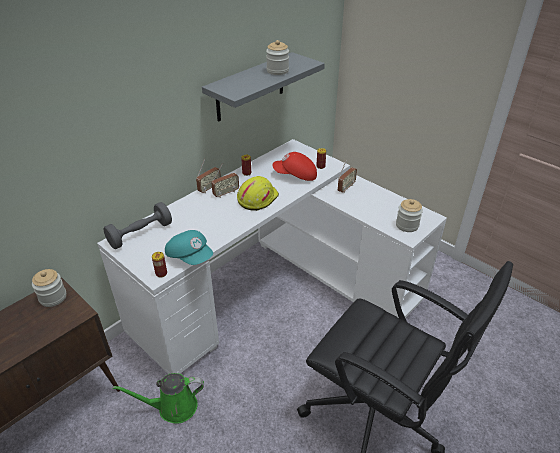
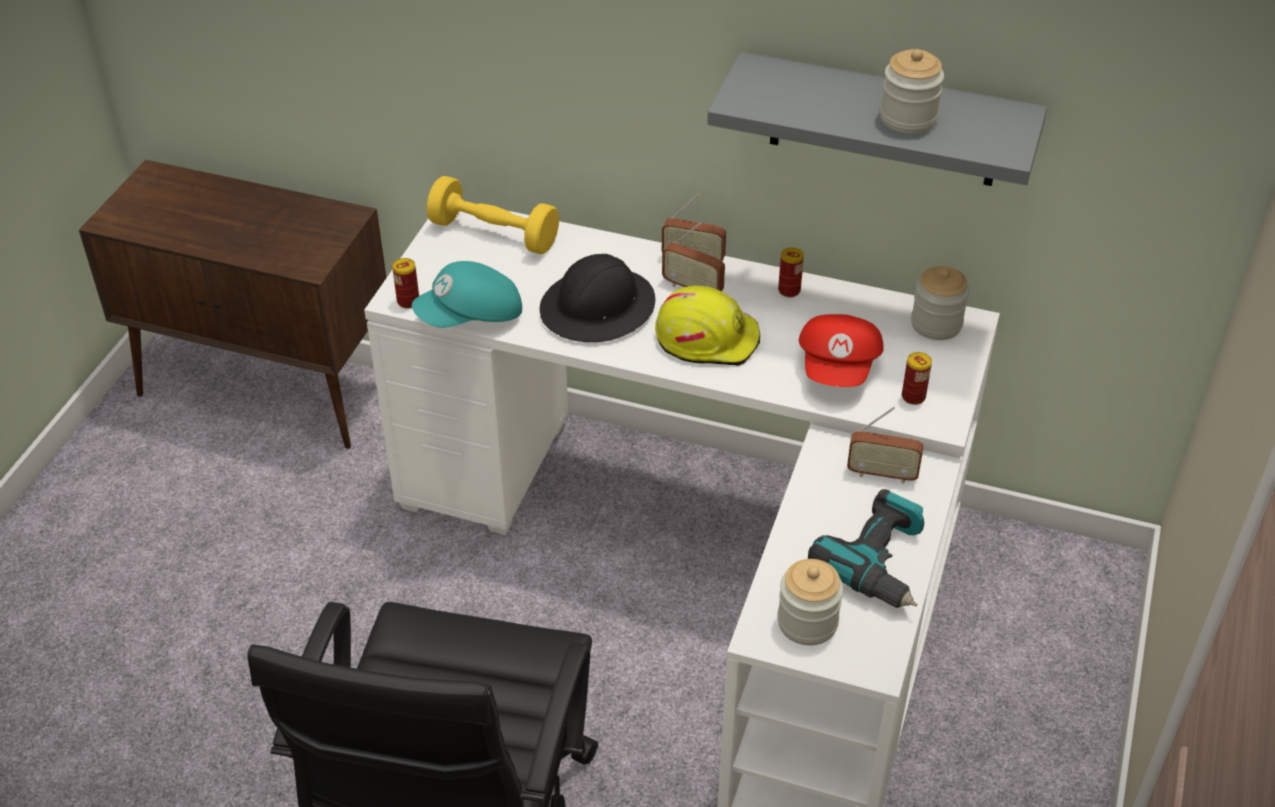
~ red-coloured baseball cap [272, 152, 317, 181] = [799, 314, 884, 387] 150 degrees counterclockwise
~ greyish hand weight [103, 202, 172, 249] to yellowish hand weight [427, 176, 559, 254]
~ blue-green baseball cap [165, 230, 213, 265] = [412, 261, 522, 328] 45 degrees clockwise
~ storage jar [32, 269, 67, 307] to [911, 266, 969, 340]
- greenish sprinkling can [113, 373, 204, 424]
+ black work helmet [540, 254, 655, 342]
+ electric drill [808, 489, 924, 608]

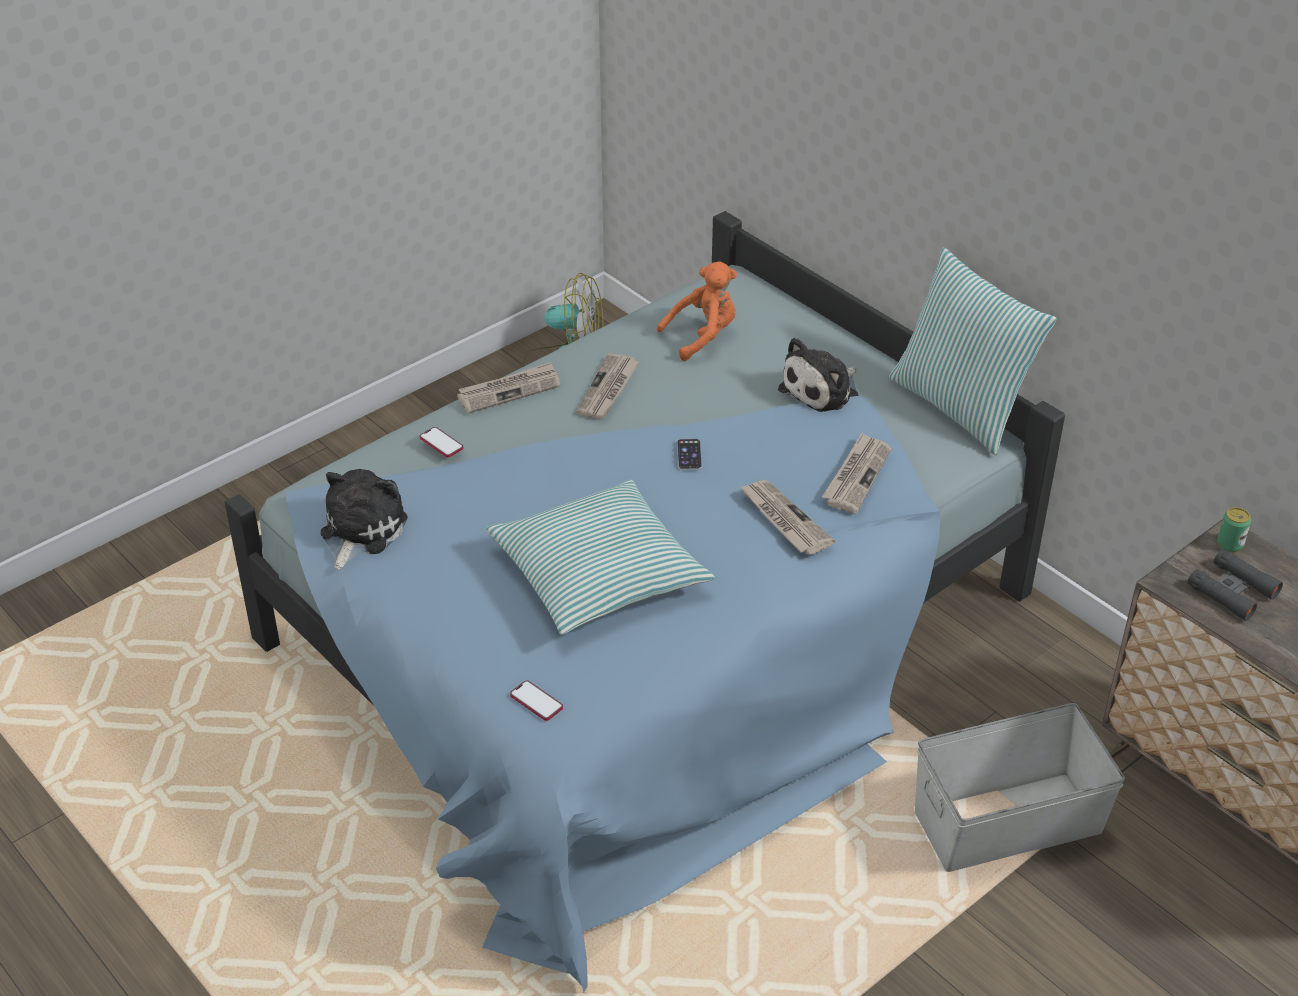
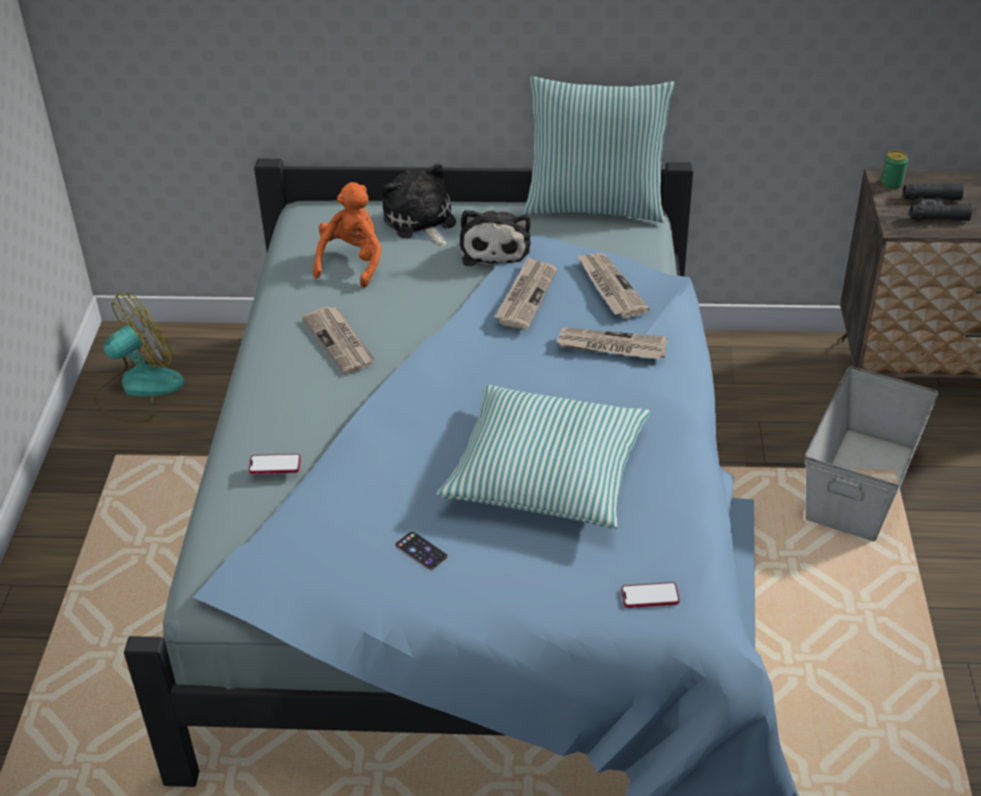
~ newspaper [457, 362, 560, 414] to [494, 257, 557, 329]
~ handset [677, 439, 702, 470] to [395, 531, 448, 571]
~ plush toy [320, 469, 408, 570] to [382, 164, 456, 247]

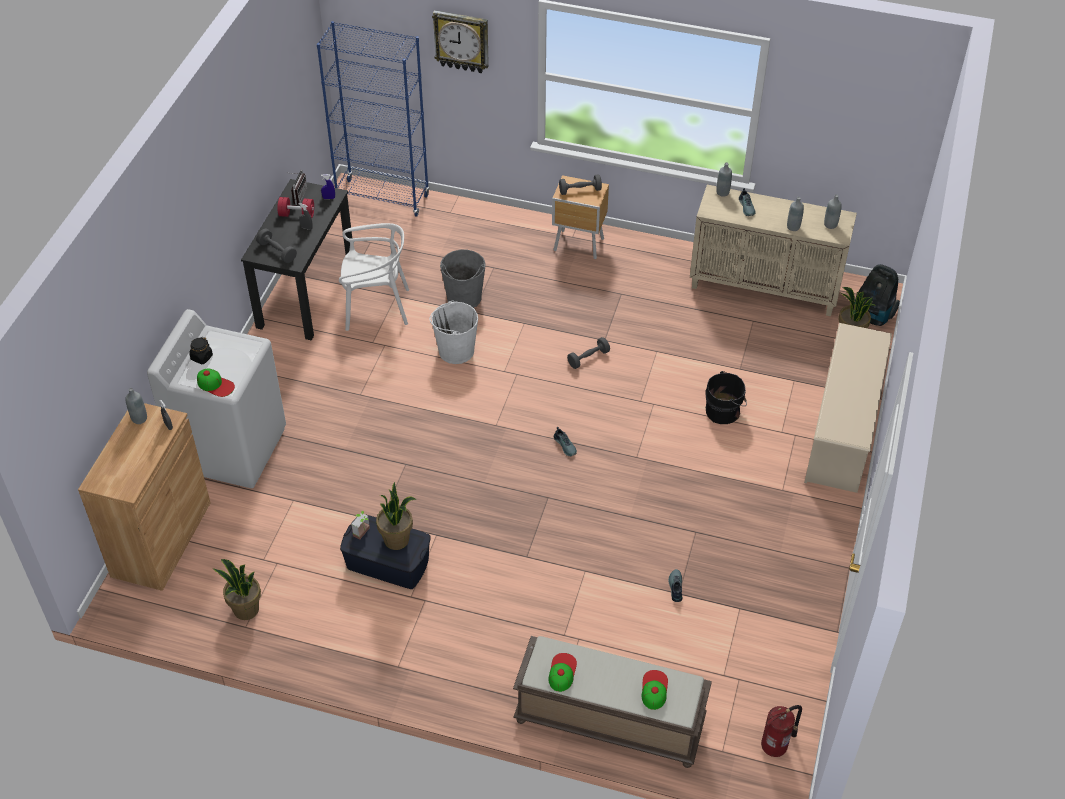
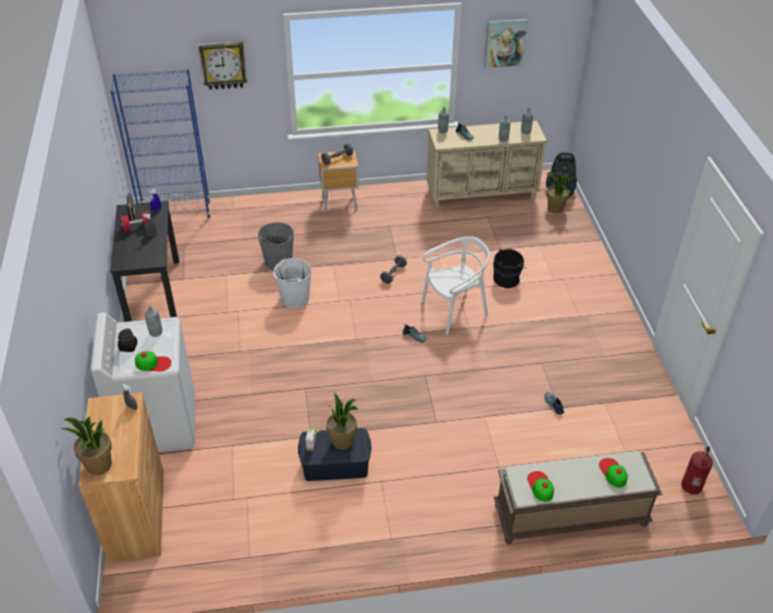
~ white chair [339, 223, 409, 331] to [421, 236, 490, 335]
- greyish hand weight [257, 229, 297, 263]
- beige shoe rack [804, 323, 892, 493]
~ greyish beverage bottle [126, 388, 147, 424] to [145, 305, 162, 337]
~ potted plant [213, 559, 261, 620] to [60, 416, 112, 475]
+ wall picture [484, 19, 528, 68]

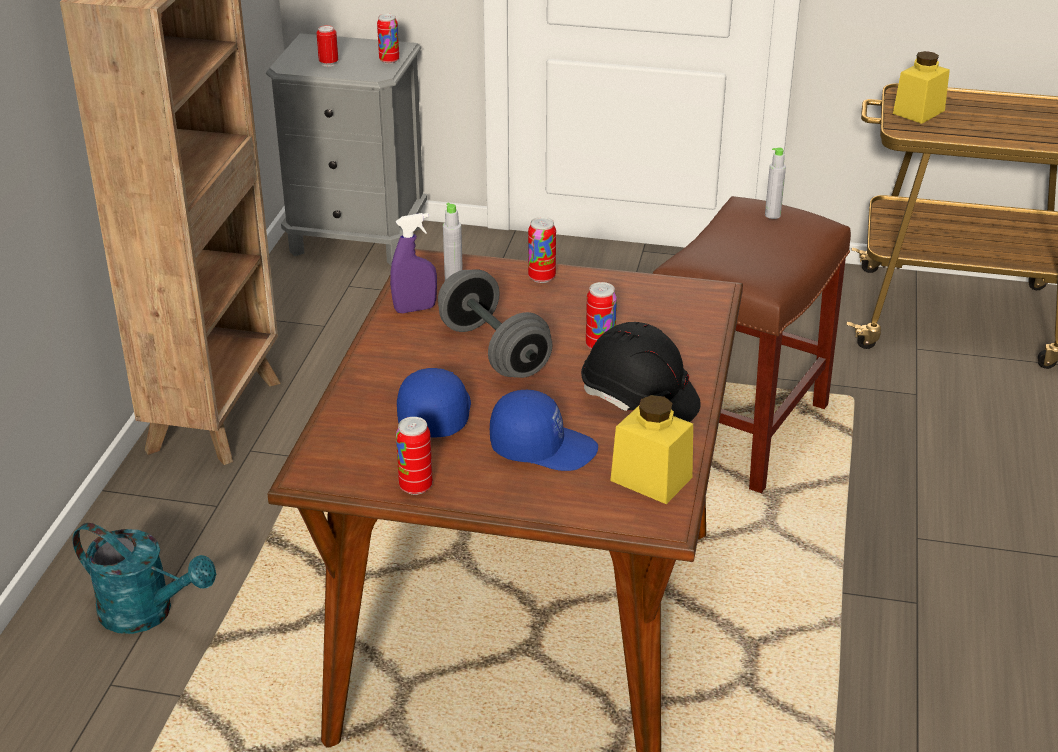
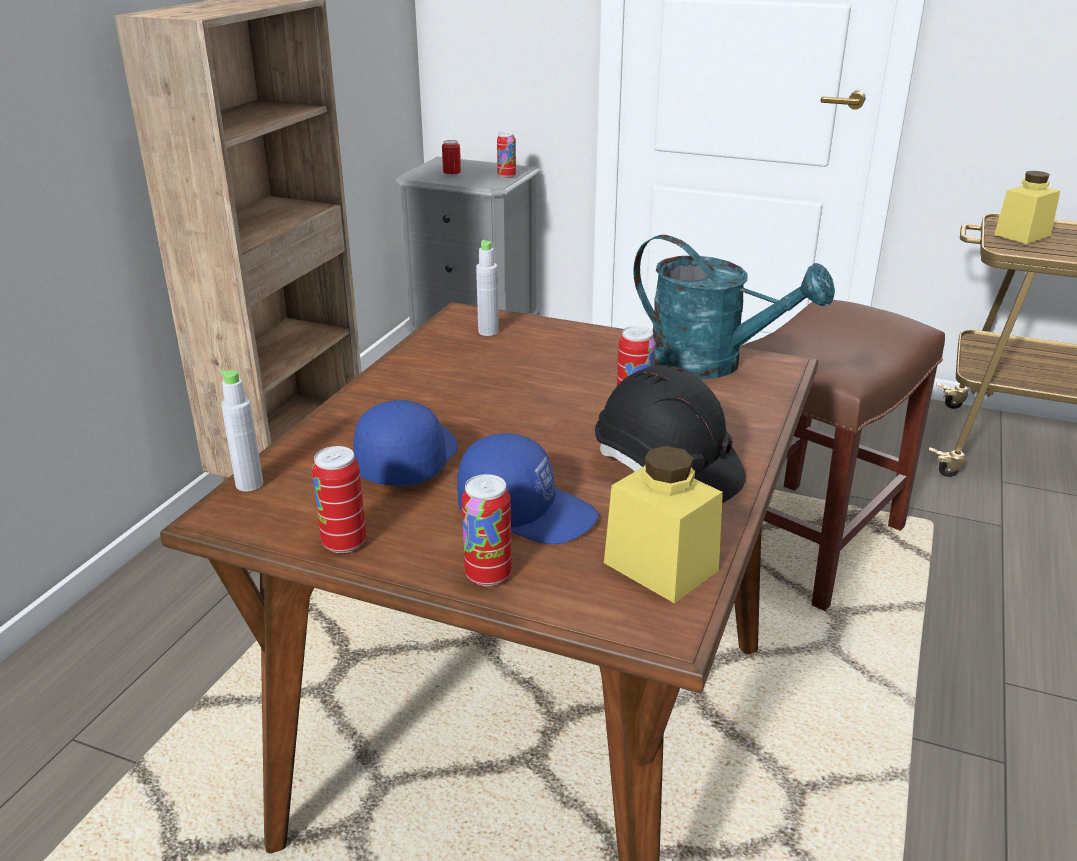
~ greyish beverage bottle [765, 147, 786, 219] to [220, 370, 263, 491]
- purplish sprayer [390, 213, 437, 313]
~ sealed can [528, 217, 556, 283] to [462, 474, 512, 586]
- greyish hand weight [438, 269, 553, 378]
~ blue-green sprinkling can [73, 523, 216, 634] to [633, 235, 835, 379]

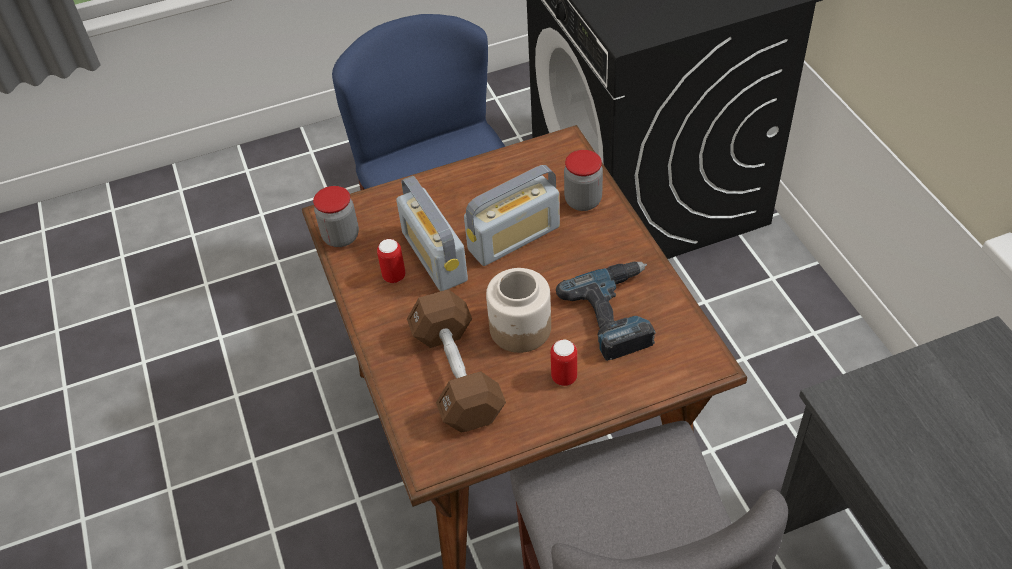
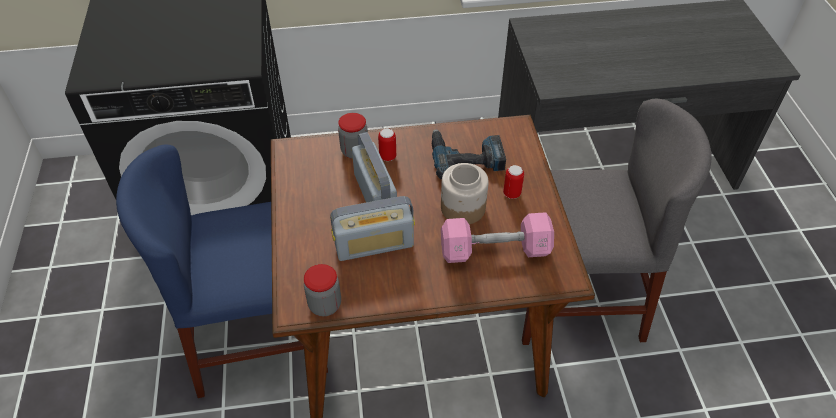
~ sealed can [377, 239, 406, 283] to [378, 129, 396, 161]
~ brown hand weight [407, 289, 506, 432] to pink hand weight [441, 212, 554, 263]

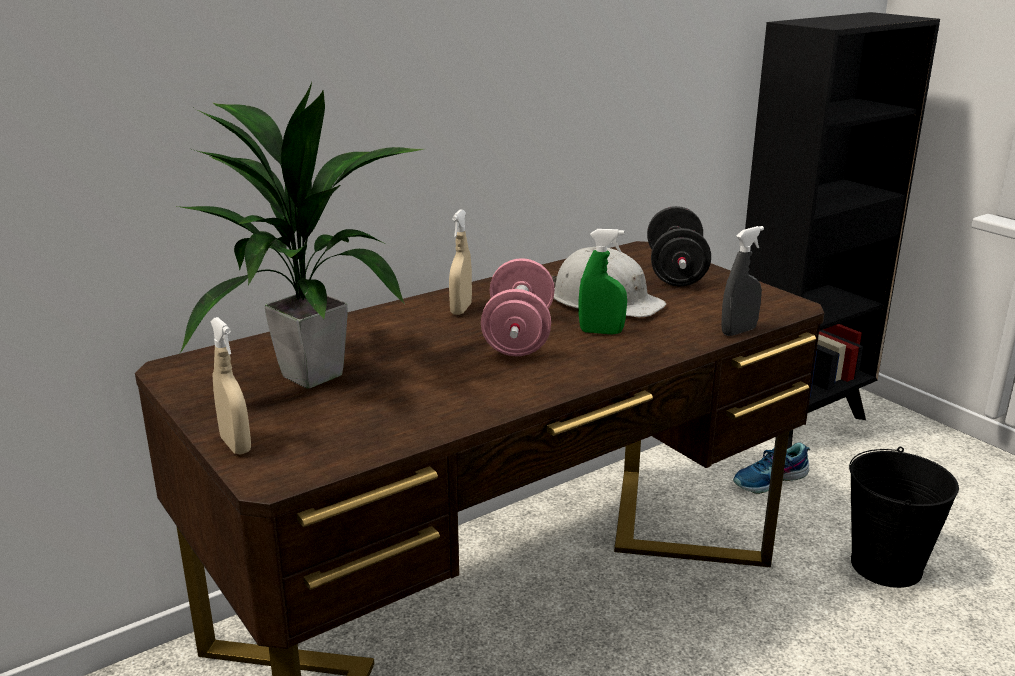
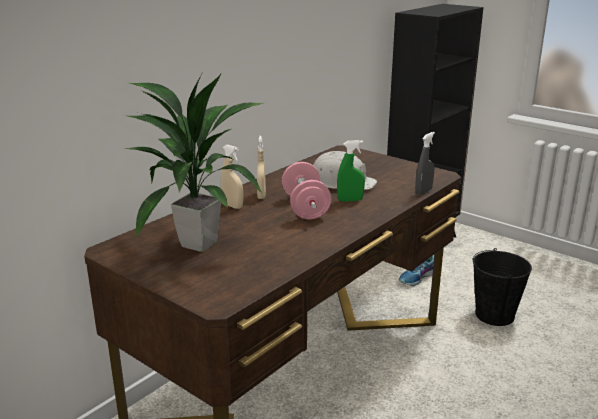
- black hand weight [647, 206, 711, 286]
~ beige sprayer [210, 317, 251, 455] to [221, 145, 243, 209]

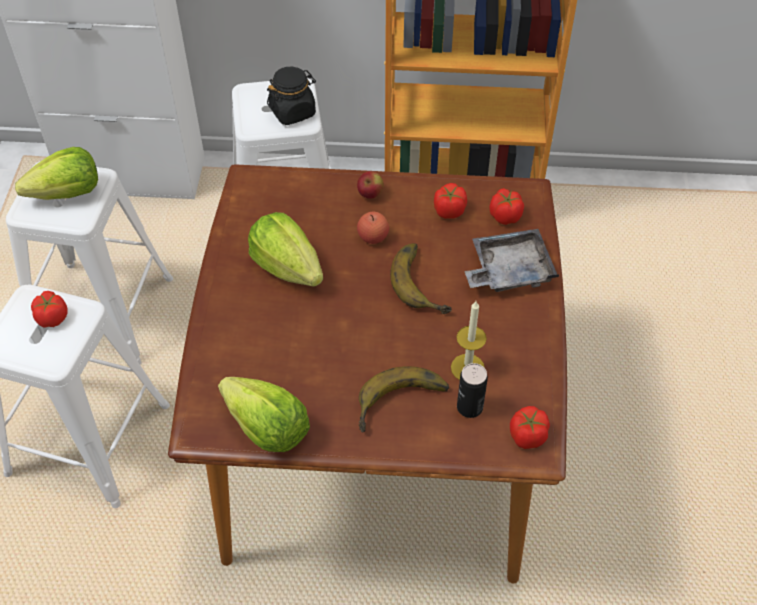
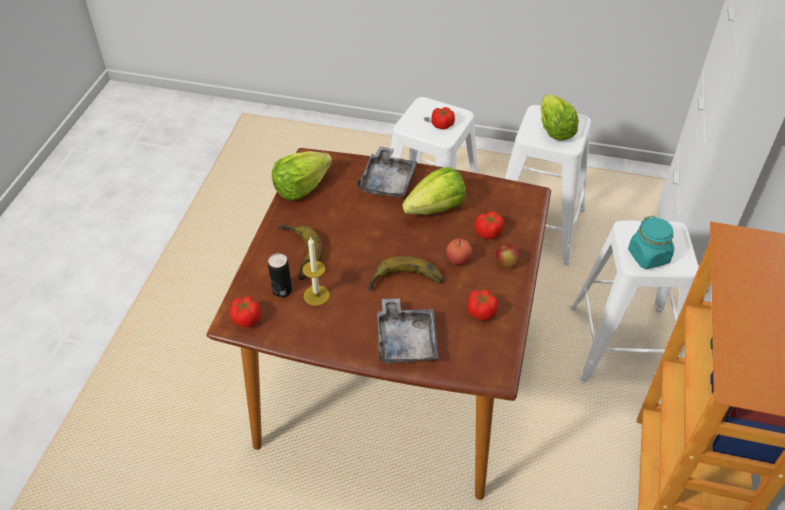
~ black storage jar [267, 67, 316, 125] to blue-green storage jar [628, 216, 674, 269]
~ tomato [490, 188, 524, 225] to [475, 211, 504, 239]
+ greyish carrying tray [357, 146, 417, 197]

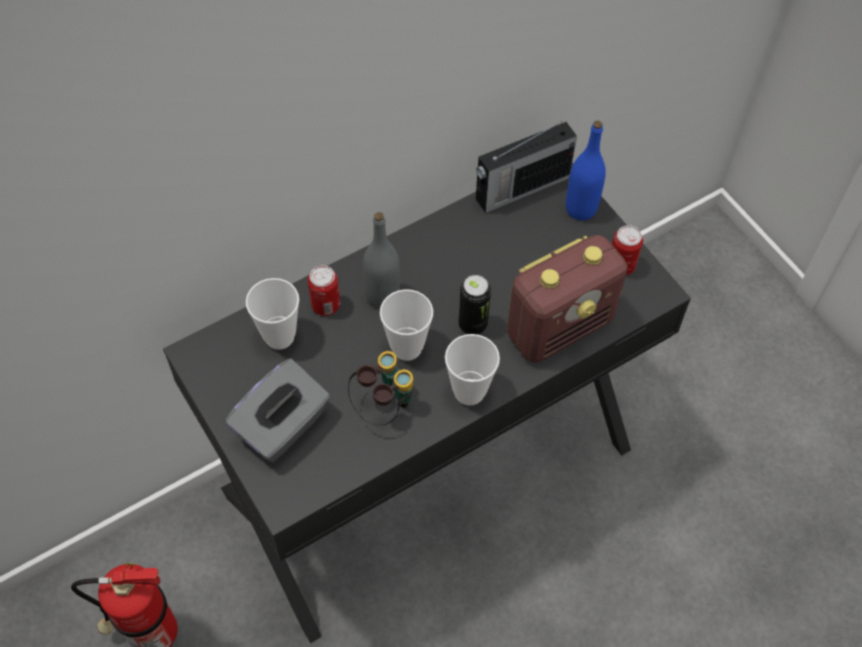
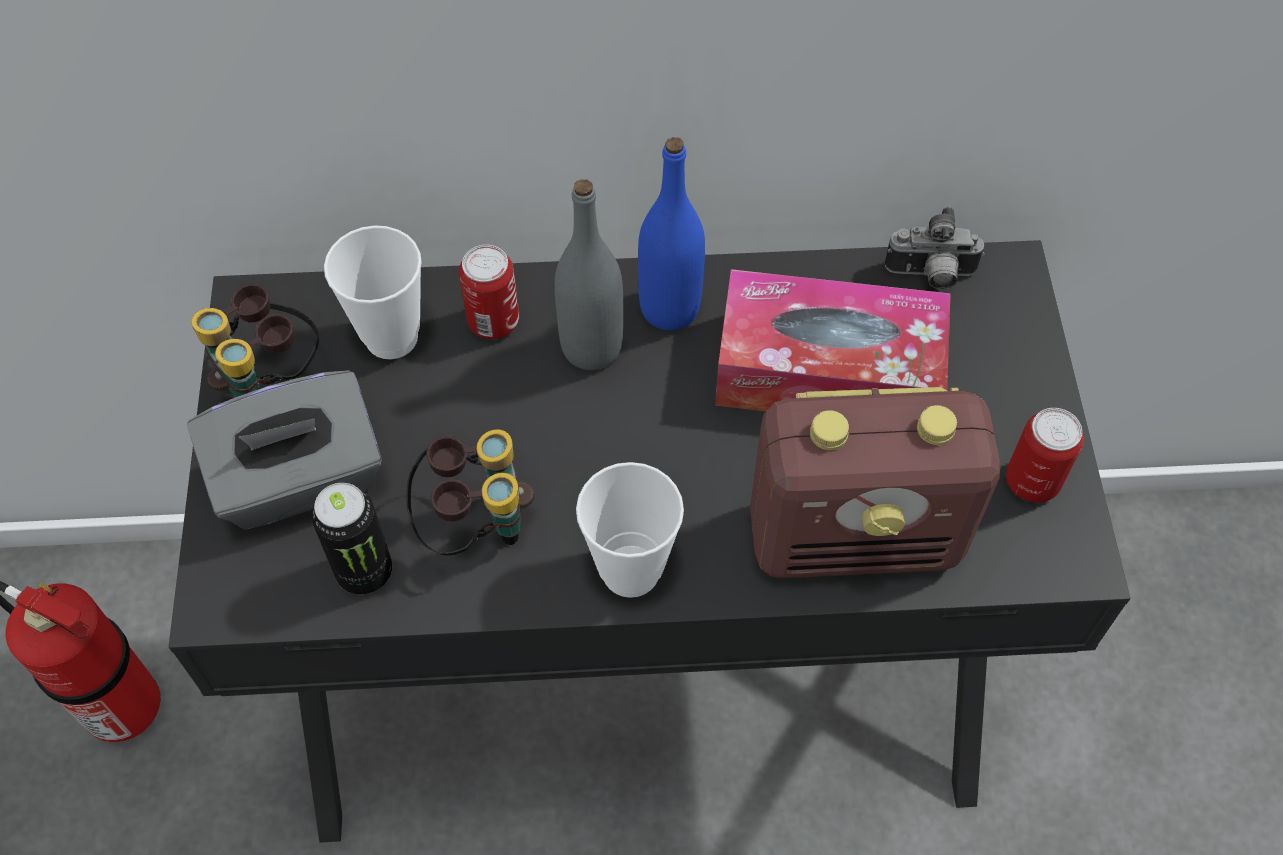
~ radio [476, 121, 577, 213] to still camera [885, 207, 985, 289]
~ blue-coloured beverage bottle [566, 121, 606, 220] to [638, 137, 705, 330]
~ sealed can [458, 275, 491, 334] to [311, 483, 392, 594]
- small cup [380, 289, 433, 361]
+ box of tissues [715, 269, 951, 411]
+ pair of binoculars [191, 284, 319, 397]

